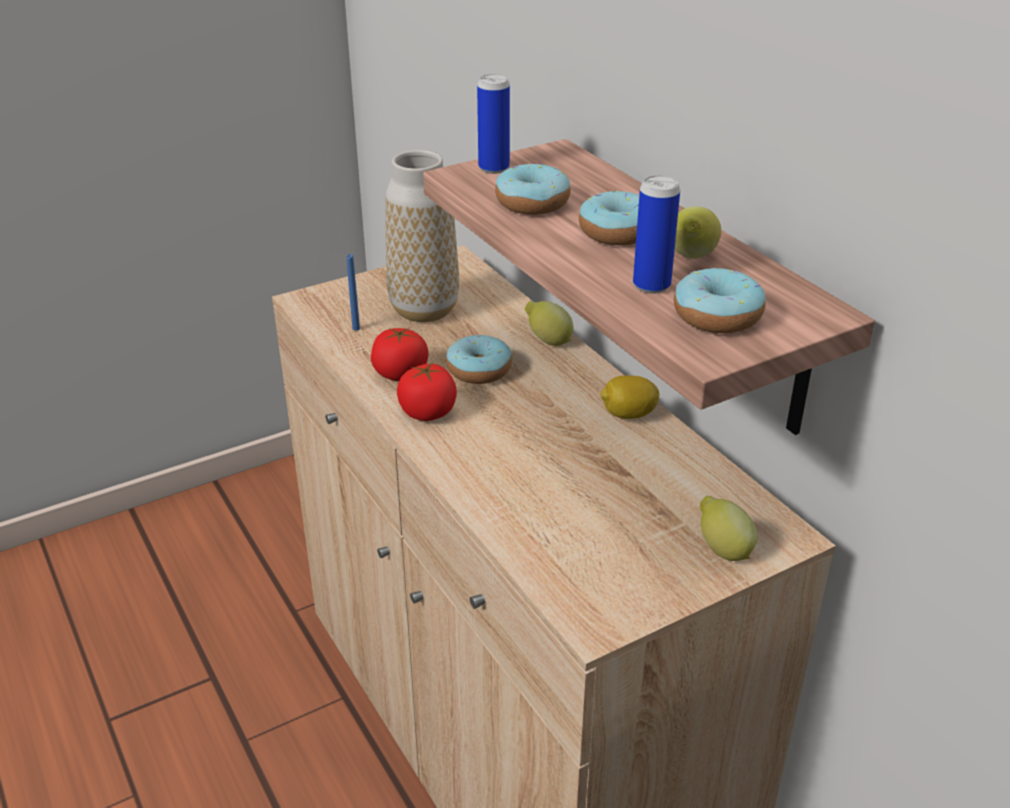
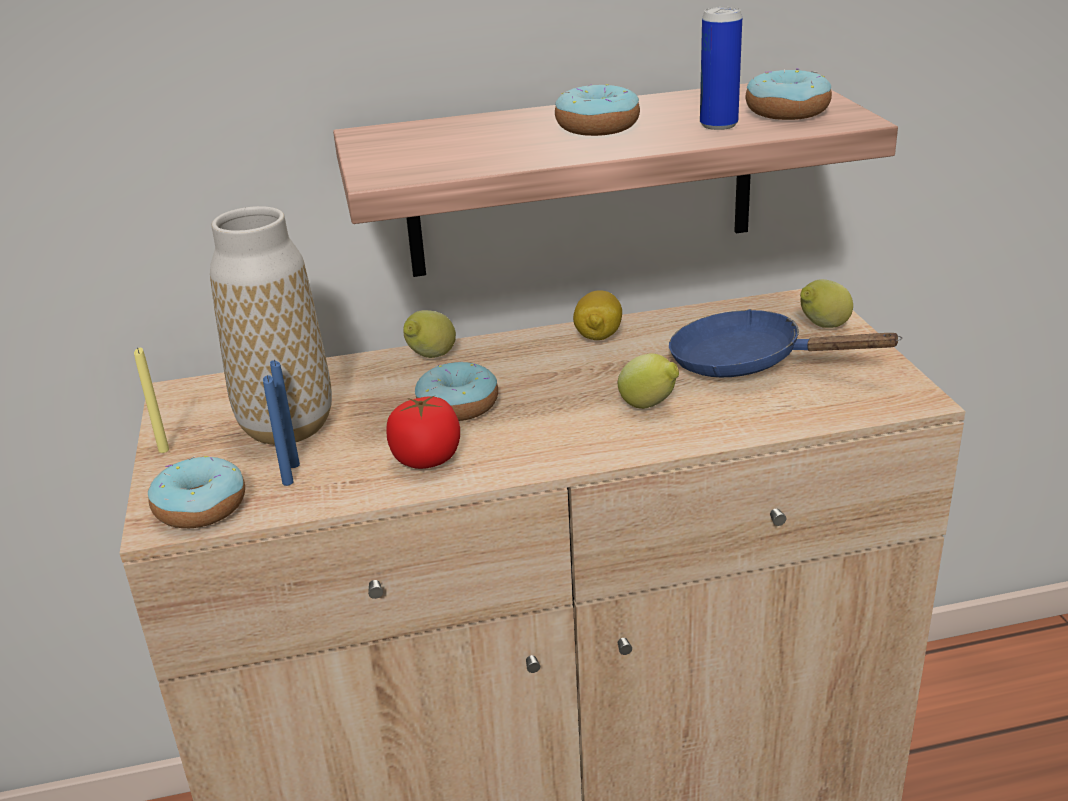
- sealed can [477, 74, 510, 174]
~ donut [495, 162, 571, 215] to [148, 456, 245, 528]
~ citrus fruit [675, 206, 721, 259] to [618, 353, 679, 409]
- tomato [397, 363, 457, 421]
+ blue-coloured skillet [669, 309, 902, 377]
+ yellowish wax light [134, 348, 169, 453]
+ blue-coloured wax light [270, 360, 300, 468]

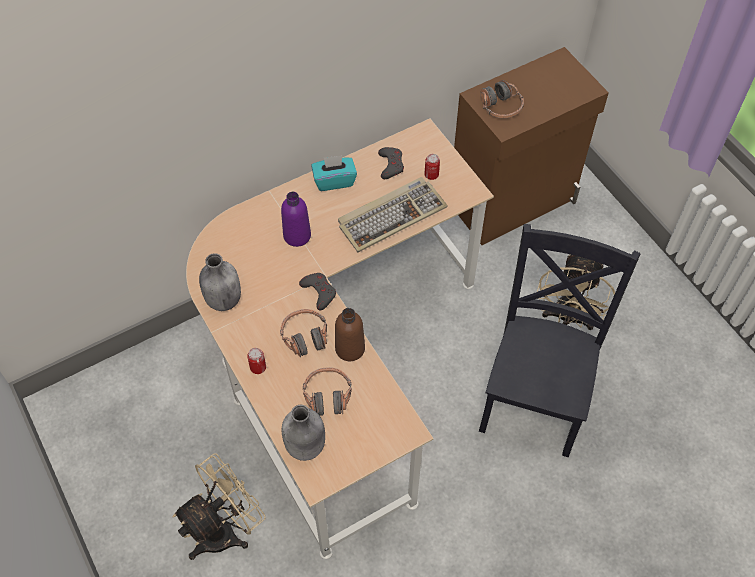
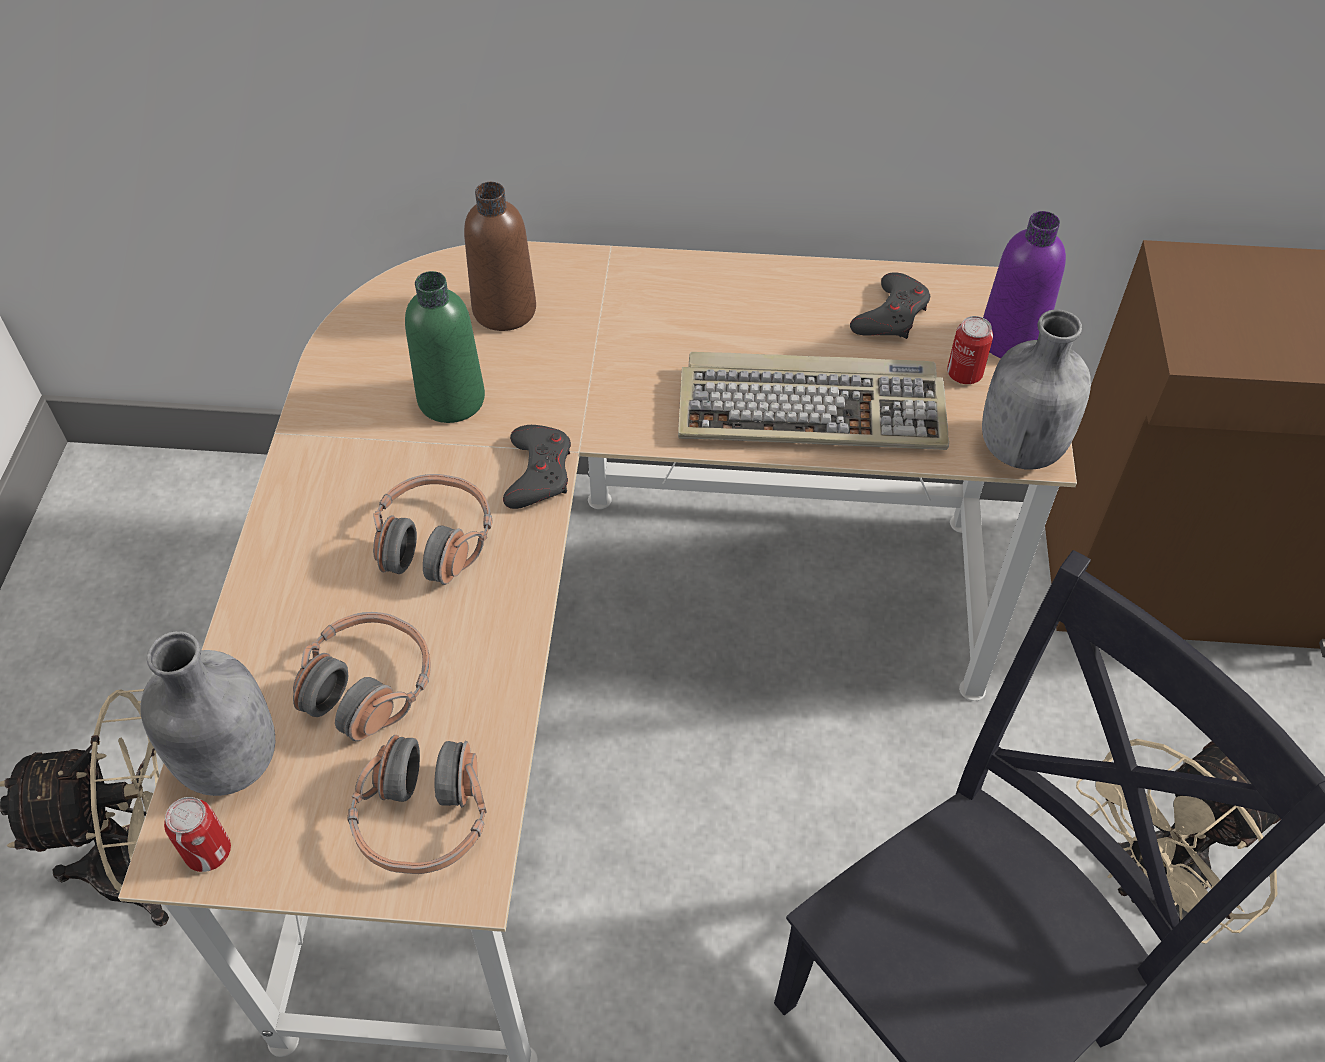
~ pair of headphones [480, 80, 524, 118] to [347, 735, 487, 874]
- blue-green box of tissues [311, 156, 357, 191]
~ purplish beverage bottle [281, 192, 311, 247] to [983, 211, 1066, 358]
~ greyish beverage bottle [199, 253, 241, 311] to [982, 309, 1091, 469]
~ brown beverage bottle [335, 308, 365, 361] to [464, 182, 536, 331]
~ sealed can [247, 348, 266, 374] to [164, 797, 231, 872]
+ greenish beverage bottle [405, 271, 485, 423]

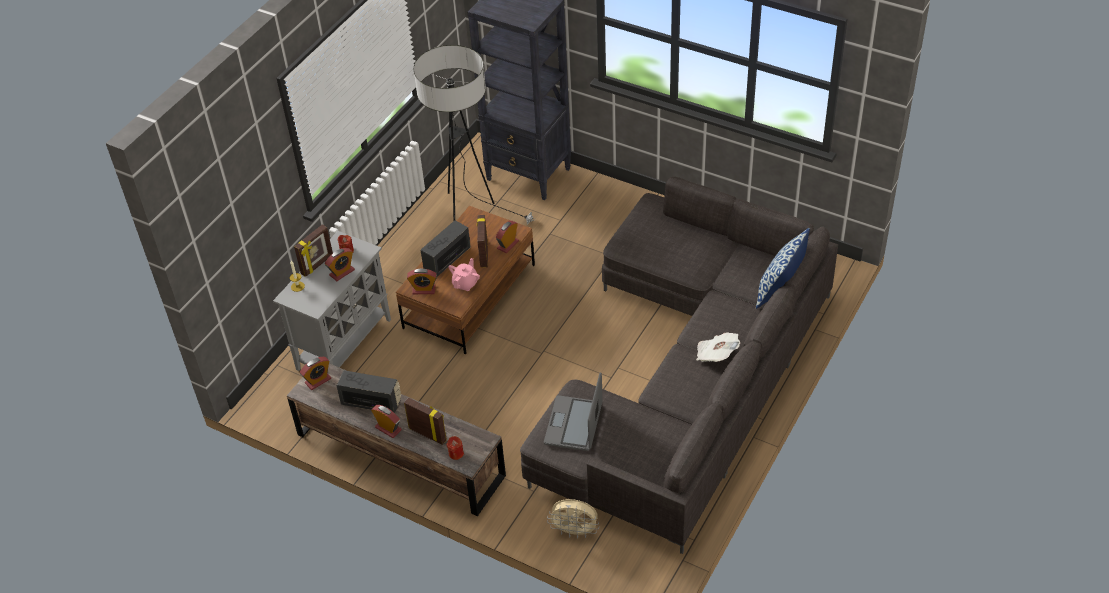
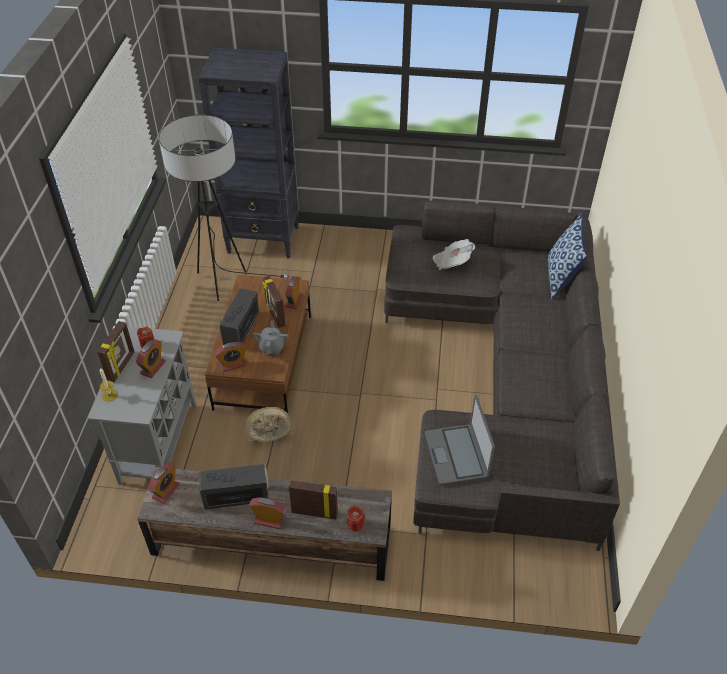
~ pink pot for tea [448, 258, 480, 291] to greyish pot for tea [252, 320, 289, 354]
~ newspaper [696, 332, 740, 362] to [432, 239, 475, 270]
~ beige cooling fan [547, 499, 599, 539] to [244, 407, 294, 445]

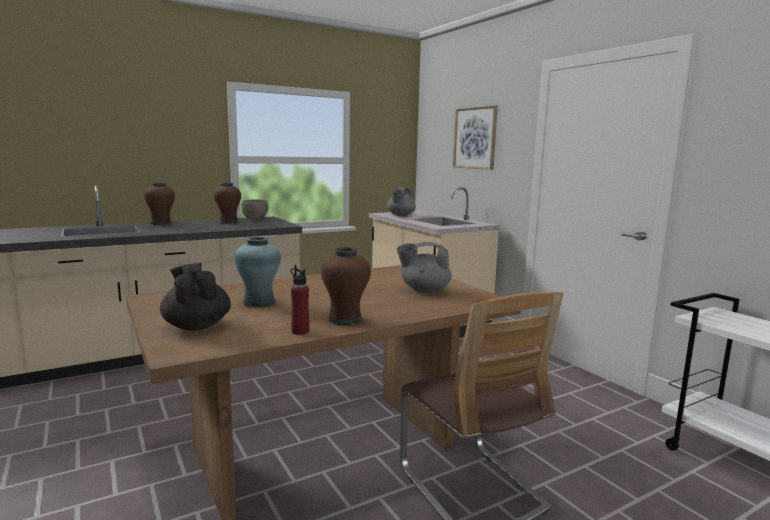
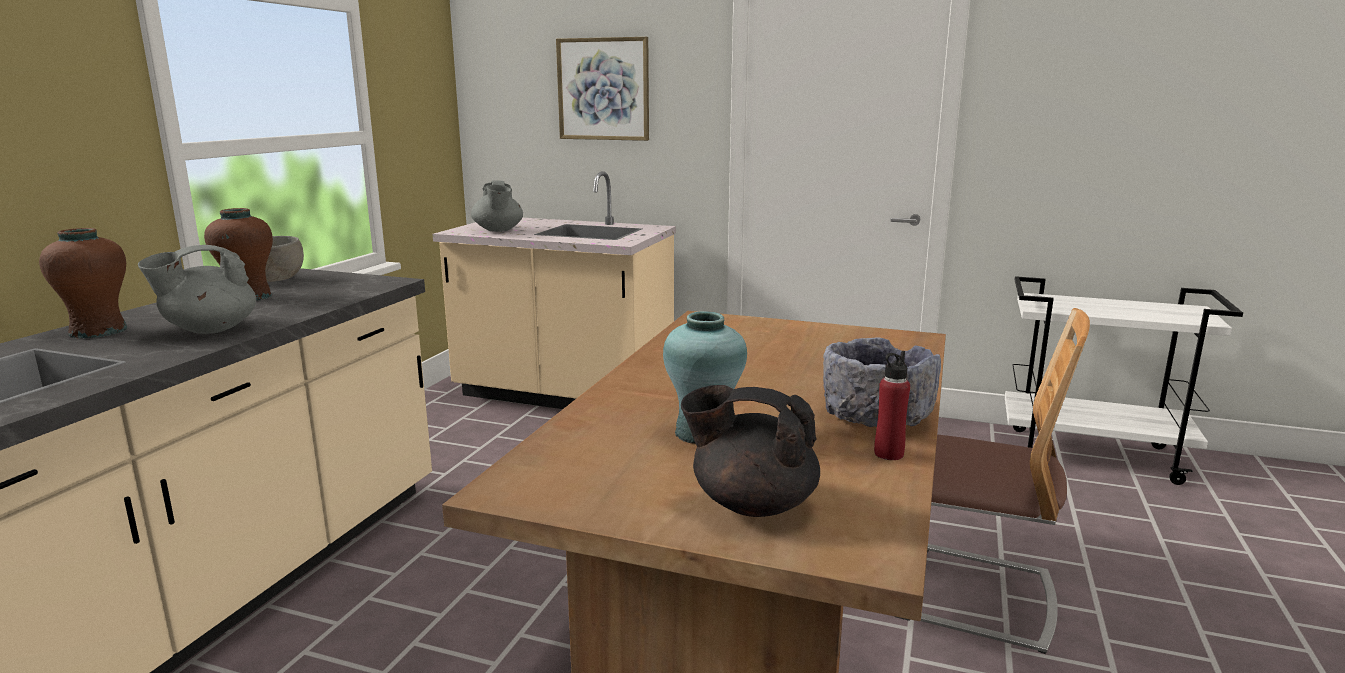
~ greyish pot for tea [397, 242, 452, 293] to [138, 245, 256, 334]
~ brown decorative vase [321, 247, 371, 325] to greyish deep dish [823, 337, 941, 427]

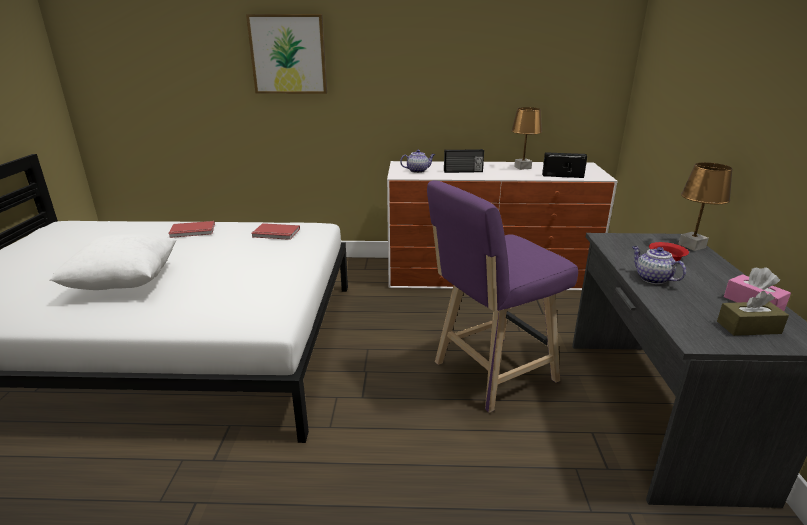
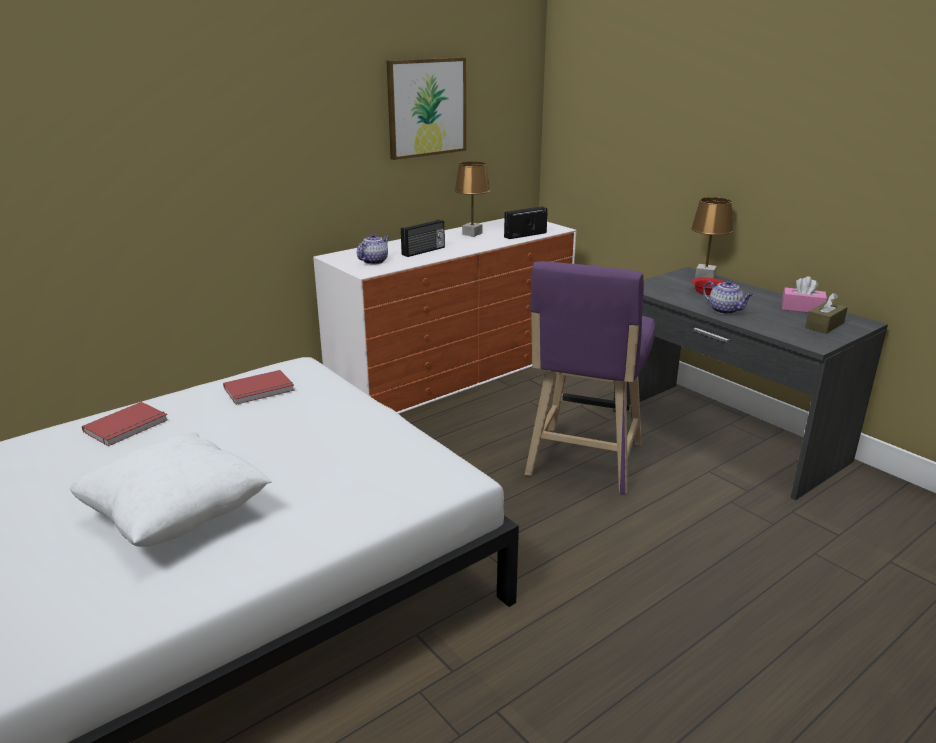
~ wall picture [246, 14, 327, 94] to [386, 57, 466, 160]
~ pot for tea [632, 246, 686, 284] = [703, 280, 753, 314] 150 degrees counterclockwise

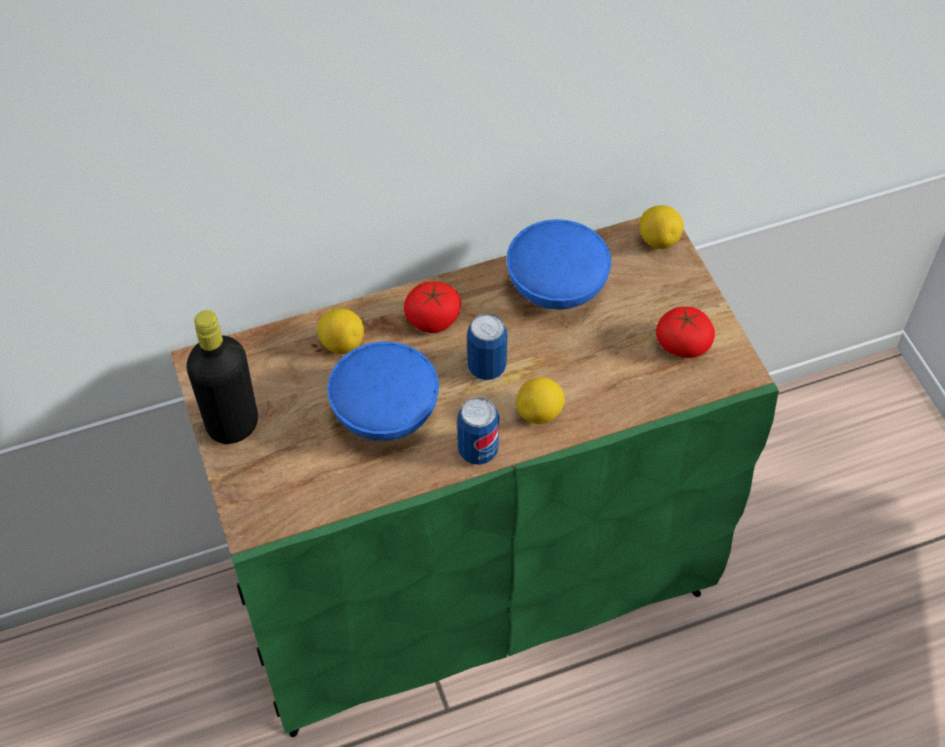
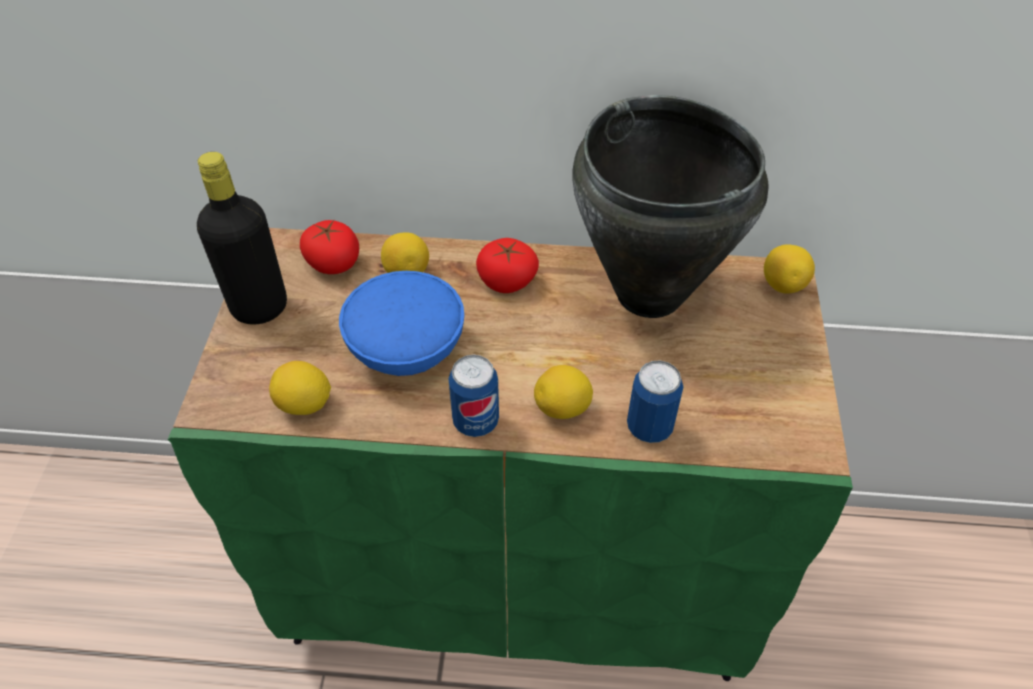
~ blue-coloured deep dish [506, 219, 611, 310] to black saucepot [572, 95, 769, 318]
~ tomato [656, 306, 715, 358] to [300, 220, 359, 274]
~ sealed can [467, 313, 507, 380] to [627, 360, 683, 443]
+ citrus fruit [269, 361, 331, 415]

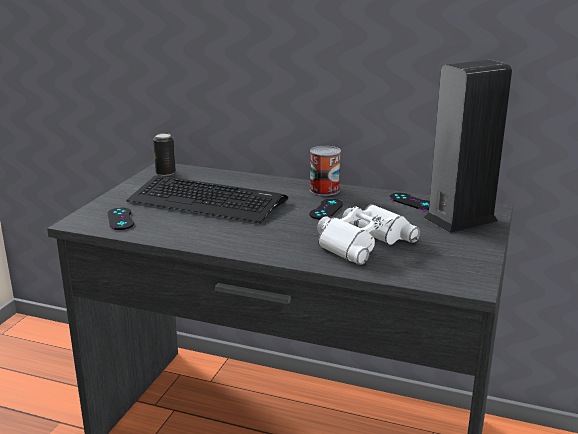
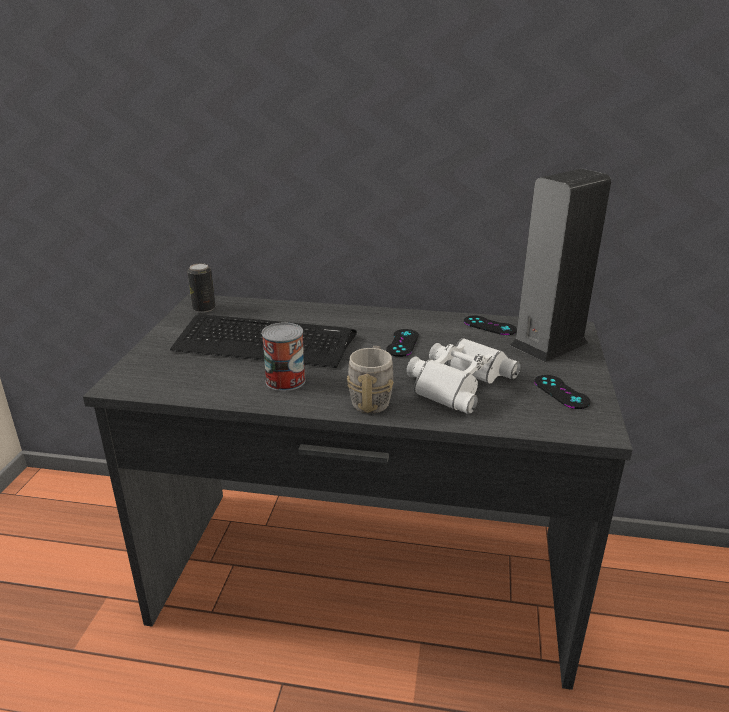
~ sealed can [310, 146, 341, 196] to [262, 323, 306, 391]
~ black gamepad [107, 207, 134, 230] to [534, 375, 590, 409]
+ greyish mug [347, 346, 394, 413]

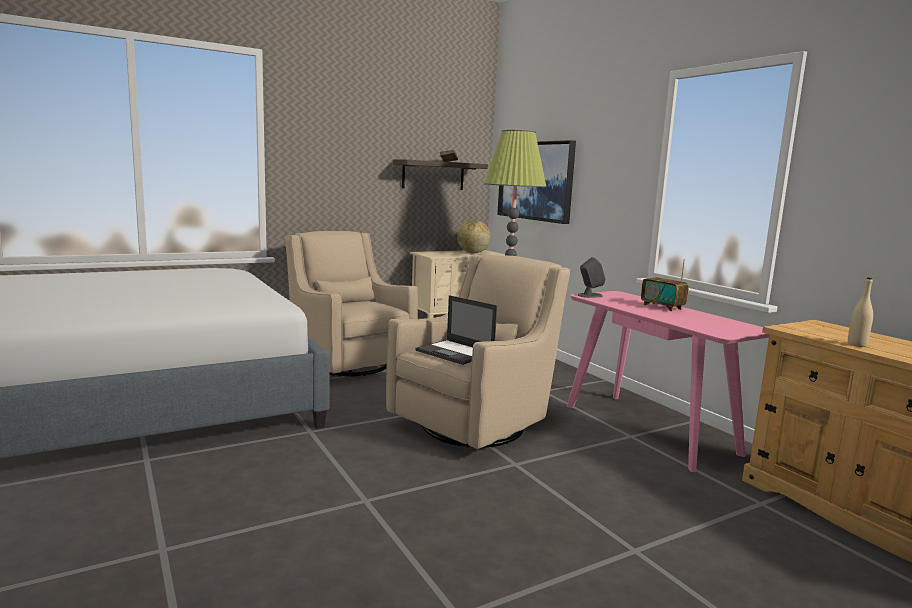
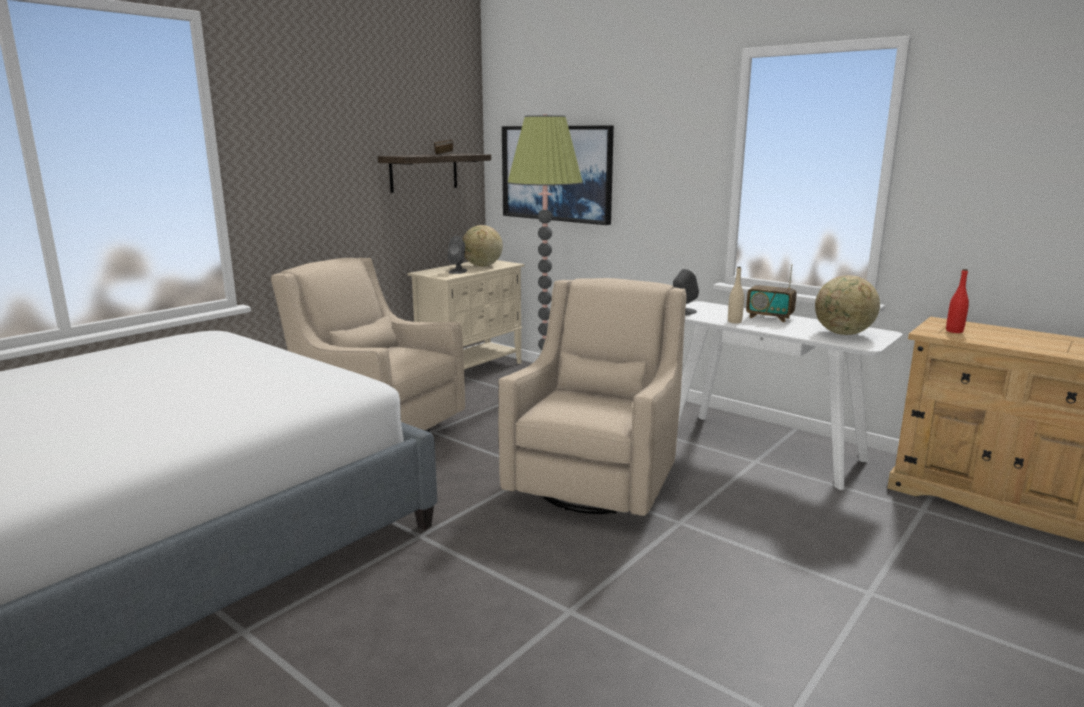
~ beige beverage bottle [848, 277, 873, 347] to [728, 267, 744, 324]
~ pink hall table [566, 291, 769, 472] to white hall table [678, 301, 903, 490]
- laptop [415, 295, 497, 365]
+ greyish audio speaker [448, 236, 467, 274]
+ red-coloured beverage bottle [946, 269, 969, 333]
+ globe [815, 275, 880, 335]

